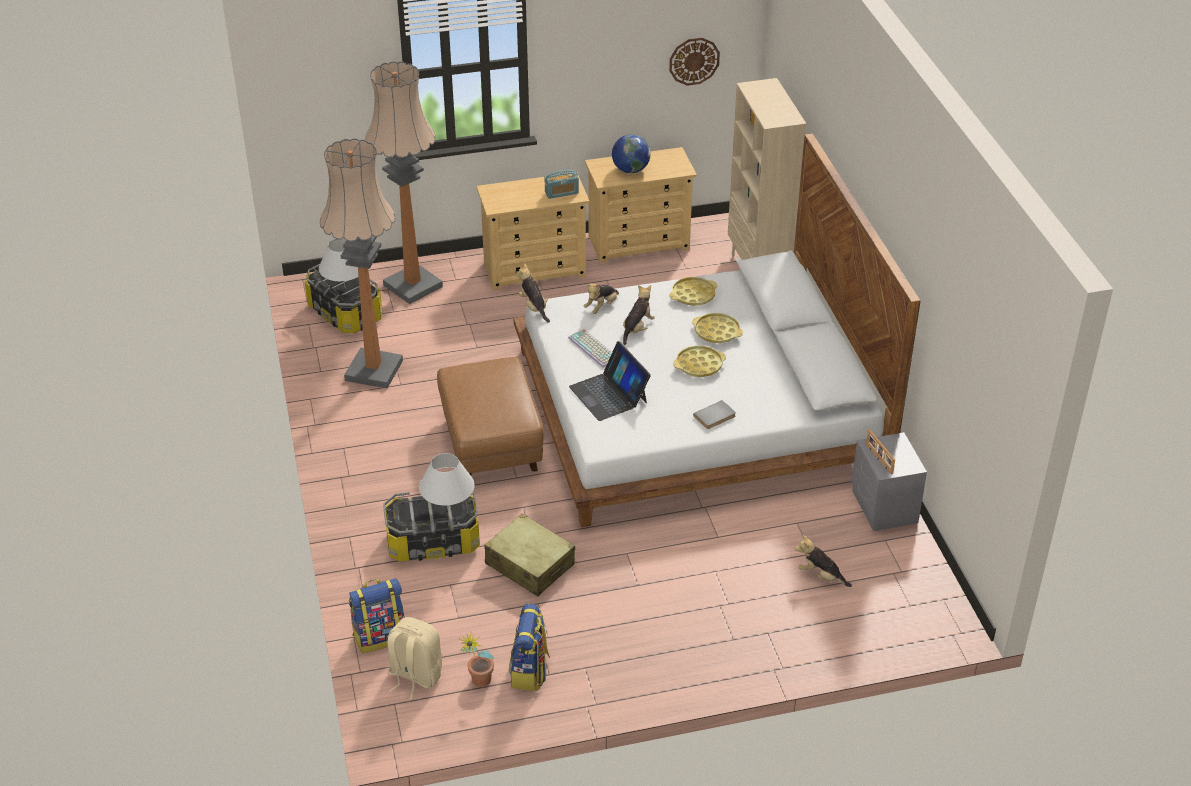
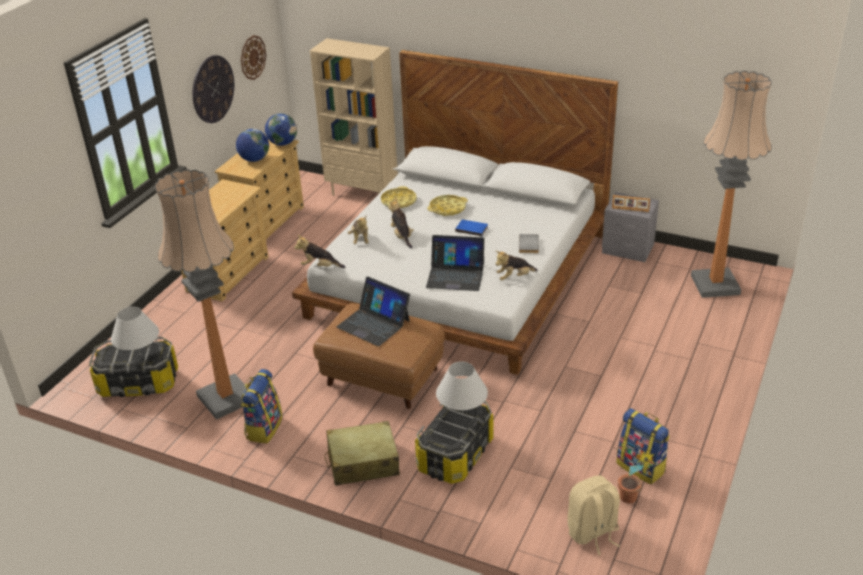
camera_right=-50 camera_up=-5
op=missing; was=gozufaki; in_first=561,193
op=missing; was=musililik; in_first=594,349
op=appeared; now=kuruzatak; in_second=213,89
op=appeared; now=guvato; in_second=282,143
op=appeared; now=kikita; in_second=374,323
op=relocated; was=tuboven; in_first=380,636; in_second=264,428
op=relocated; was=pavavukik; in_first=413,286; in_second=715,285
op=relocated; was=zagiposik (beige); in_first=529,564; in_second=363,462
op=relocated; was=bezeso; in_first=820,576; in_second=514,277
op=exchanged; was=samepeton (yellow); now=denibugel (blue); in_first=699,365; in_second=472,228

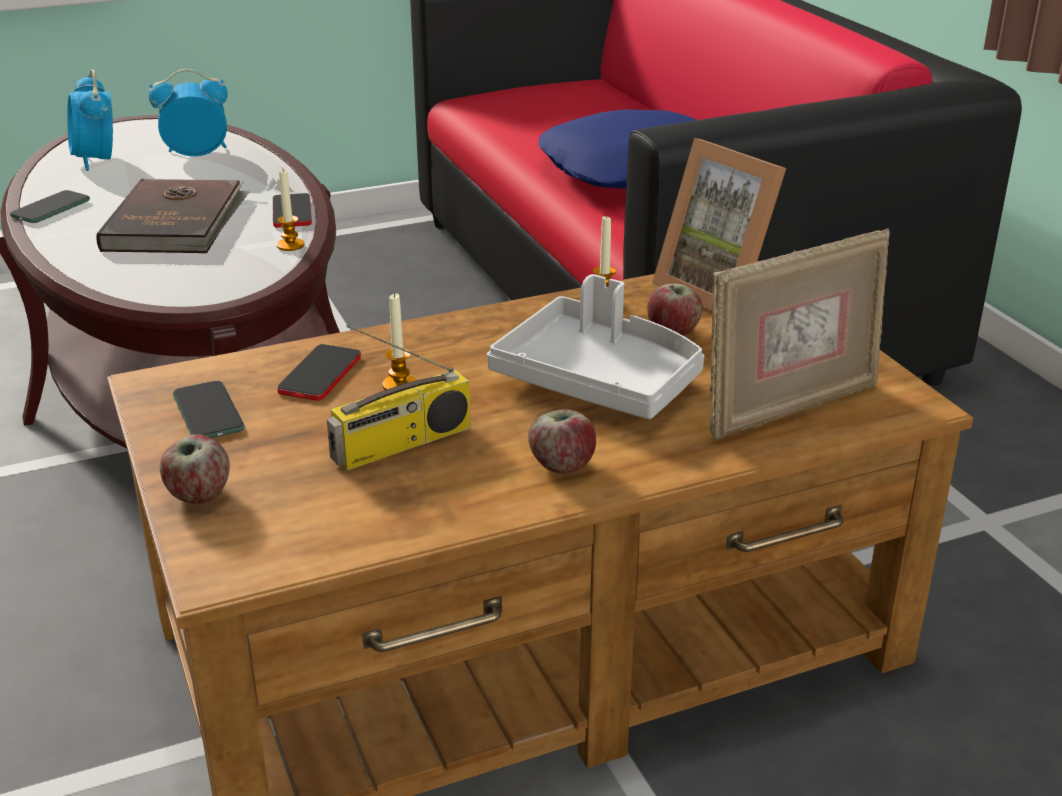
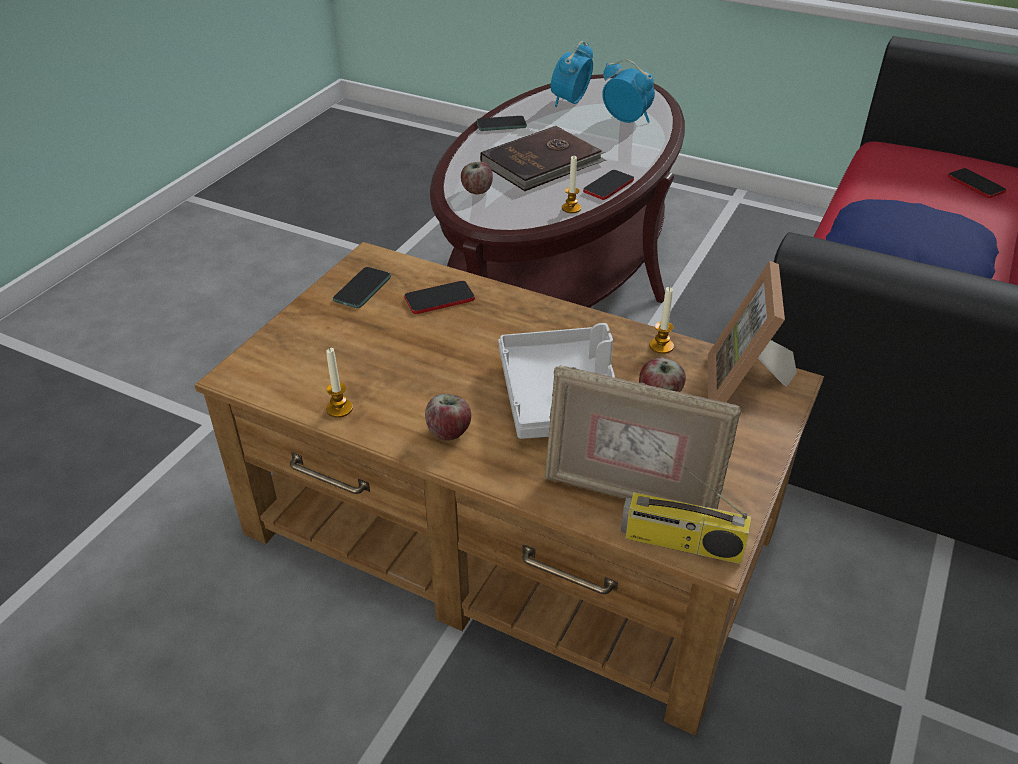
camera_right=50 camera_up=10
op=appeared; now=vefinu; in_second=975,184
op=relocated; was=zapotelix; in_first=198,495; in_second=476,191
op=relocated; was=gozufaki; in_first=402,444; in_second=680,543
op=relocated; was=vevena; in_first=399,385; in_second=339,409

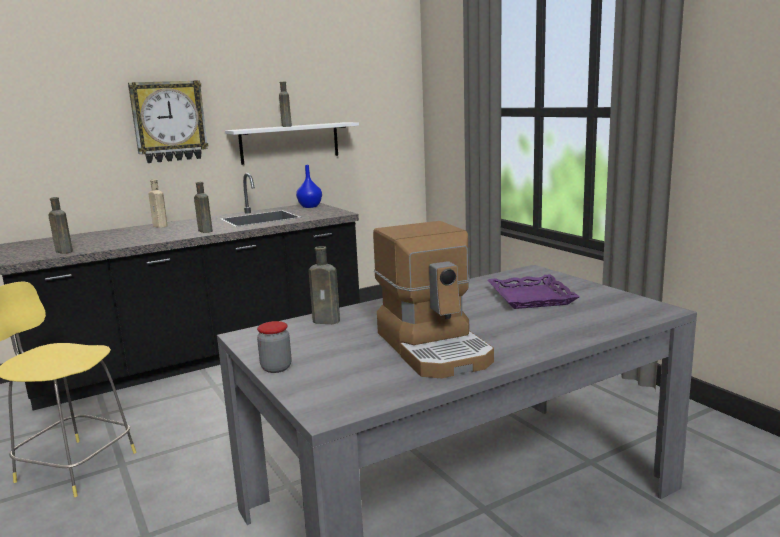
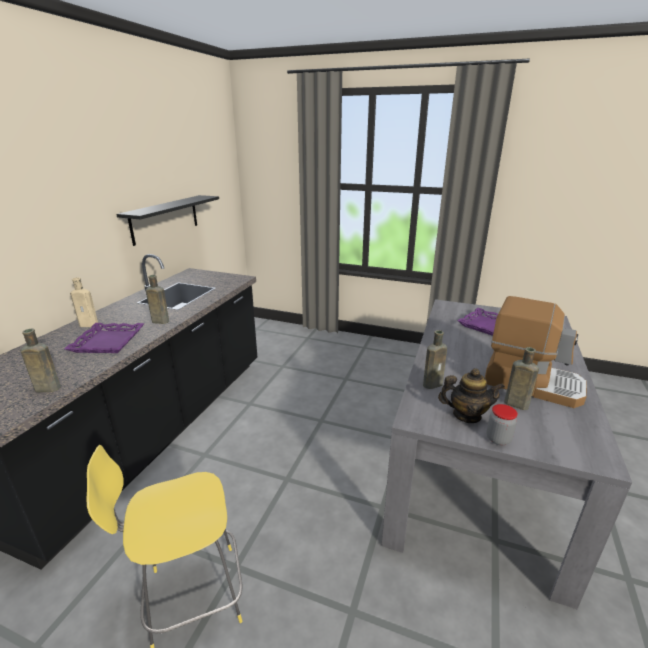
camera_right=-40 camera_up=10
op=missing; was=kuruzatak; in_first=169,121
op=missing; was=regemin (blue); in_first=310,206
op=appeared; now=samepeton (purple); in_second=107,342
op=appeared; now=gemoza; in_second=466,415
op=relocated; was=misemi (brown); in_first=286,126; in_second=514,404
op=colour; was=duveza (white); now=duveza (black); in_first=290,143; in_second=165,219

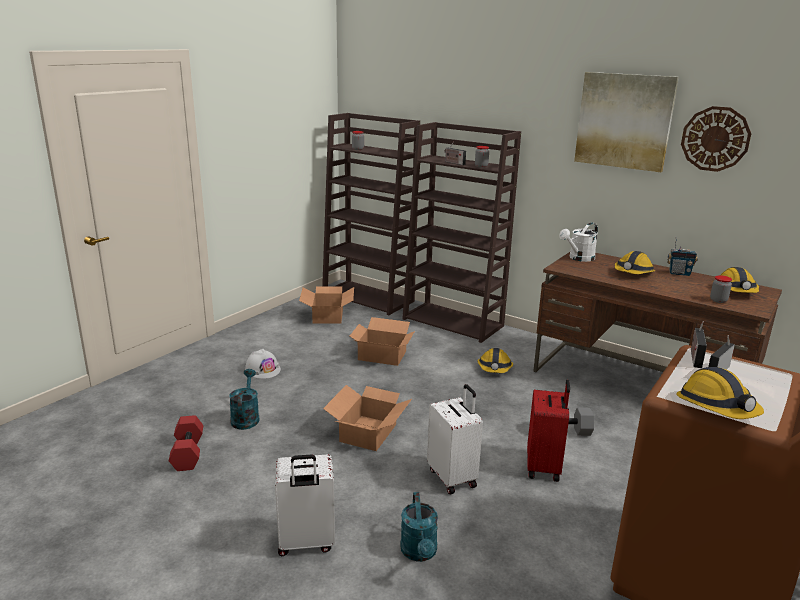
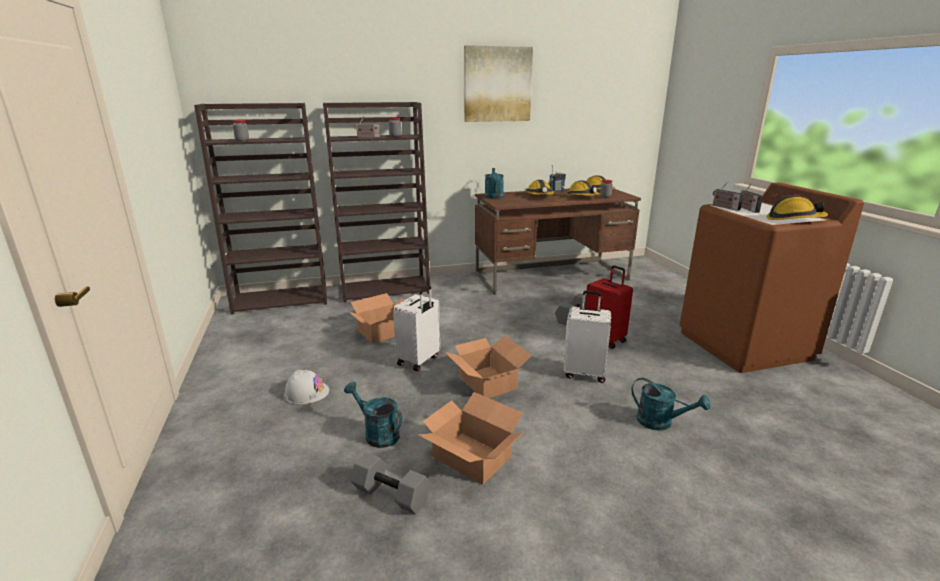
camera_right=-50 camera_up=0
op=missing; was=kuruzatak; in_first=715,139
op=relocated; was=zagiposik (white); in_first=306,543; in_second=419,361
op=relocated; was=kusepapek; in_first=328,315; in_second=471,456
op=relocated; was=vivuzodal; in_first=494,368; in_second=582,197
op=colour; was=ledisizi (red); now=ledisizi (grey); in_first=187,453; in_second=390,495
op=colour; was=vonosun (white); now=vonosun (turquoise); in_first=578,258; in_second=494,197

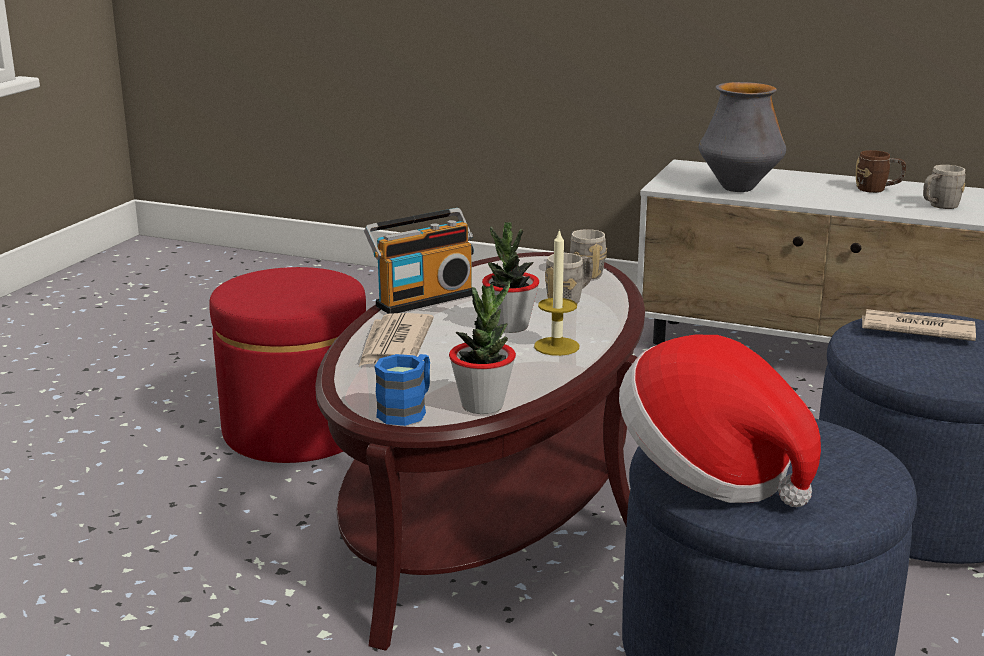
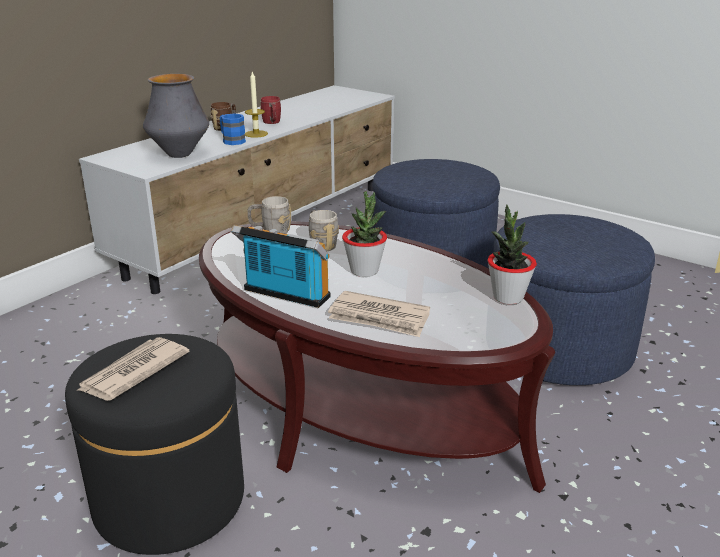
camera_right=-75 camera_up=5
op=missing; was=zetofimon; in_first=709,472
op=relocated; was=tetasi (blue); in_first=407,410; in_second=231,140
op=relocated; was=vevena; in_first=556,346; in_second=256,134
op=relocated; was=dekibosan; in_first=916,330; in_second=132,372
op=colour; was=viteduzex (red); now=viteduzex (black); in_first=296,430; in_second=169,500
op=colour; was=tetasi (grey); now=tetasi (red); in_first=939,206; in_second=272,123
op=spun; was=gozufaki; in_first=423,299; in_second=284,295; clockwise=-45

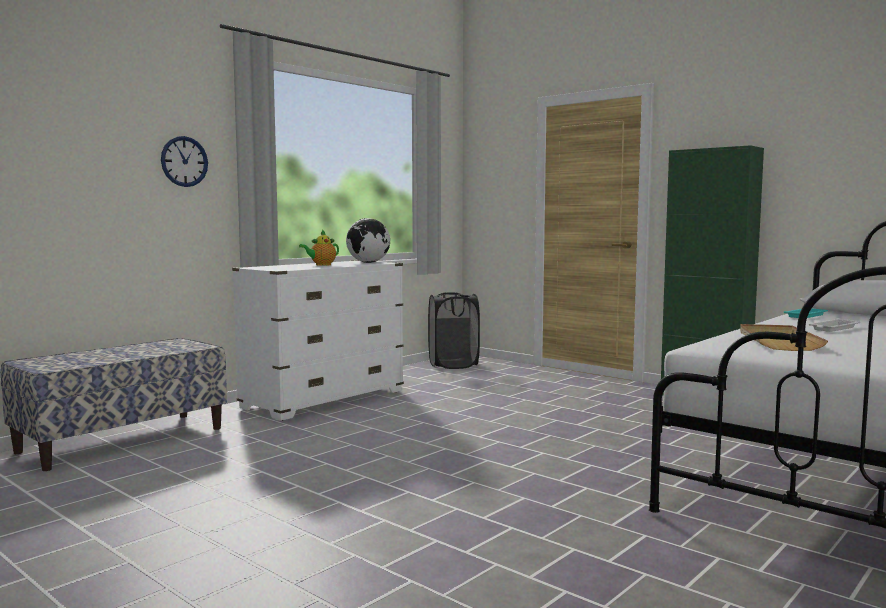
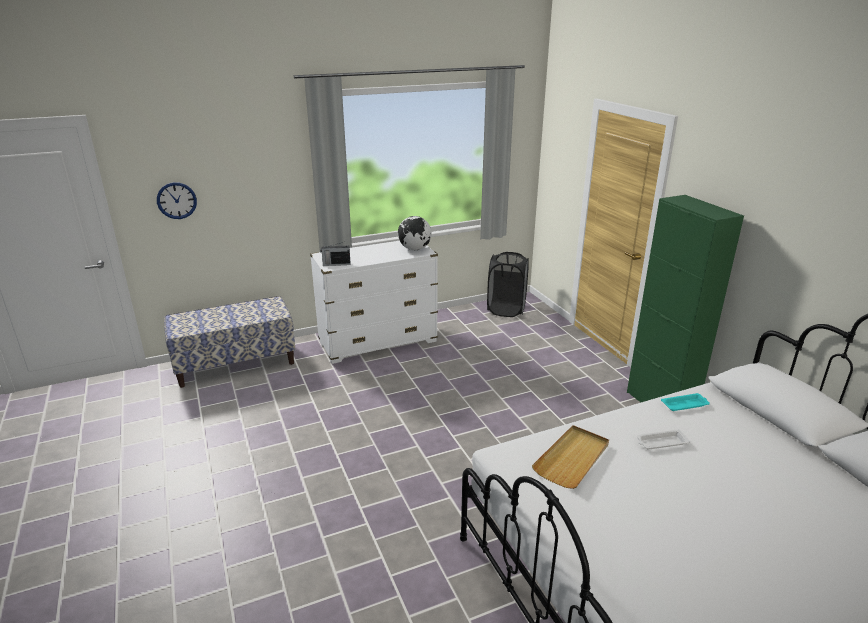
camera_right=25 camera_up=20
op=missing; was=gemoza; in_first=321,265
op=appeared; now=gozufaki; in_second=336,264
op=relocated; was=kuruzatak; in_first=184,161; in_second=176,200

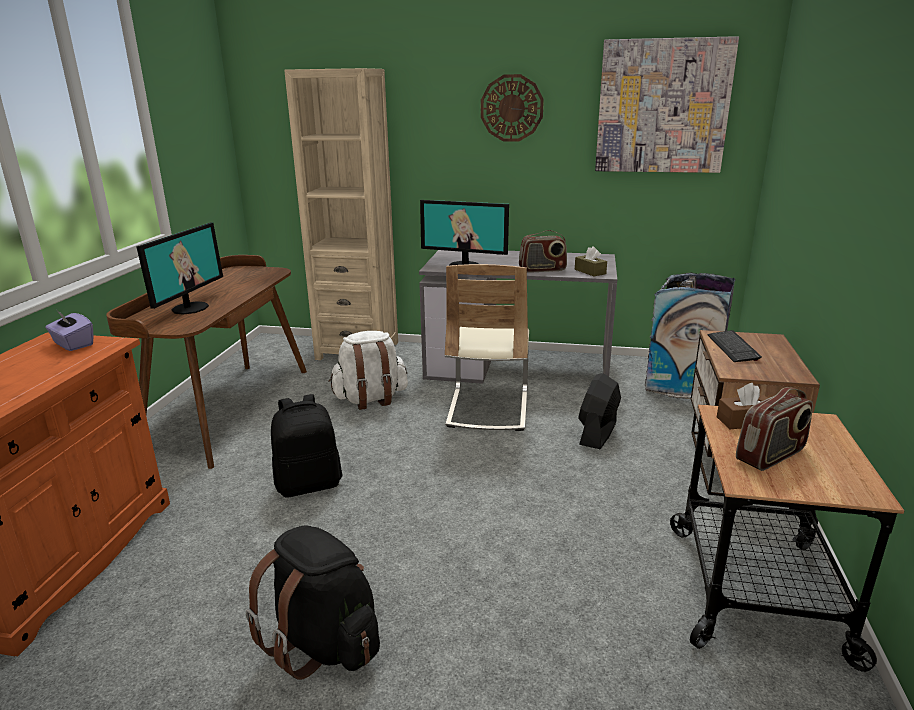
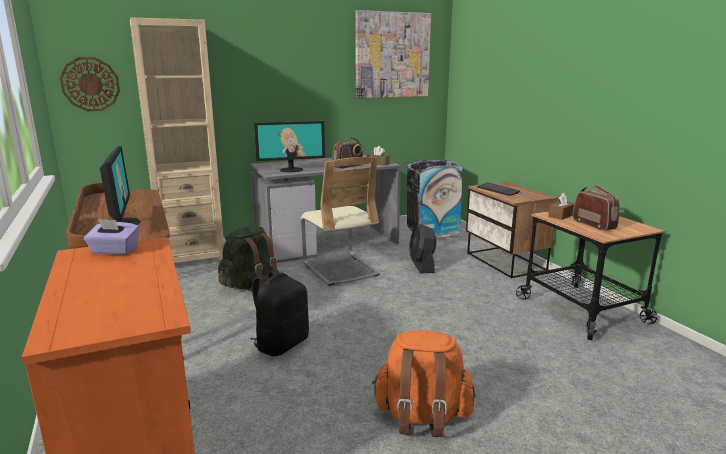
camera_right=-35 camera_up=-5
op=relocated; was=kuruzatak; in_first=511,108; in_second=90,84
op=colour; was=tuboven (black); now=tuboven (orange); in_first=324,642; in_second=422,417
op=colour; was=tuboven (white); now=tuboven (green); in_first=370,399; in_second=249,284
op=spun; was=gozufaki; in_first=771,455; in_second=594,225; clockwise=-45

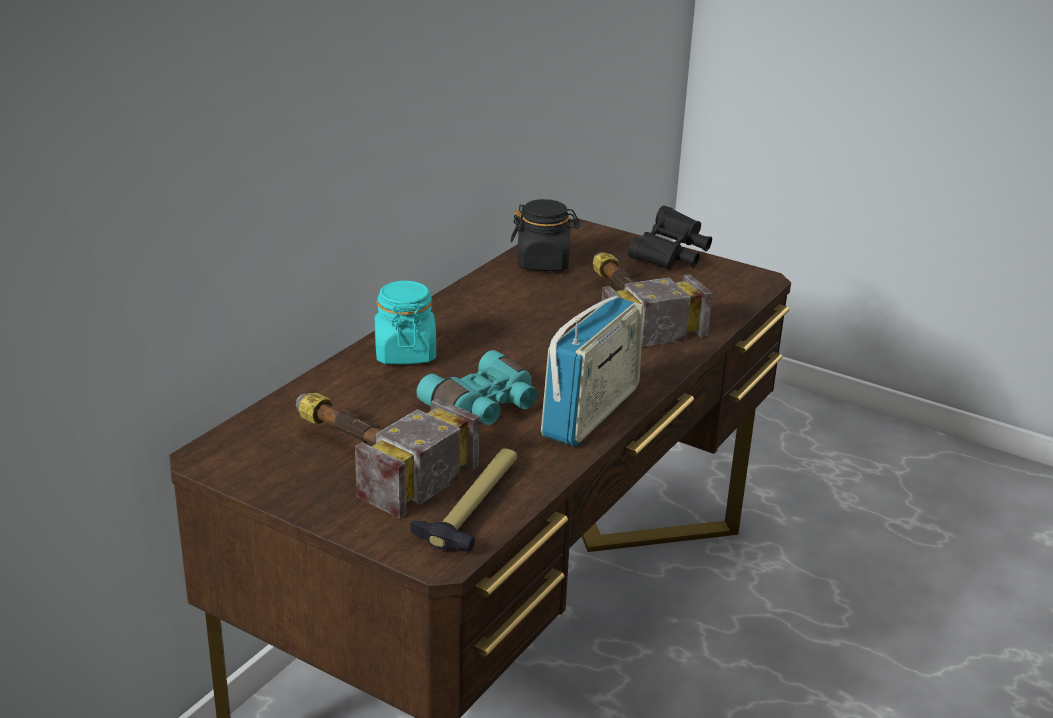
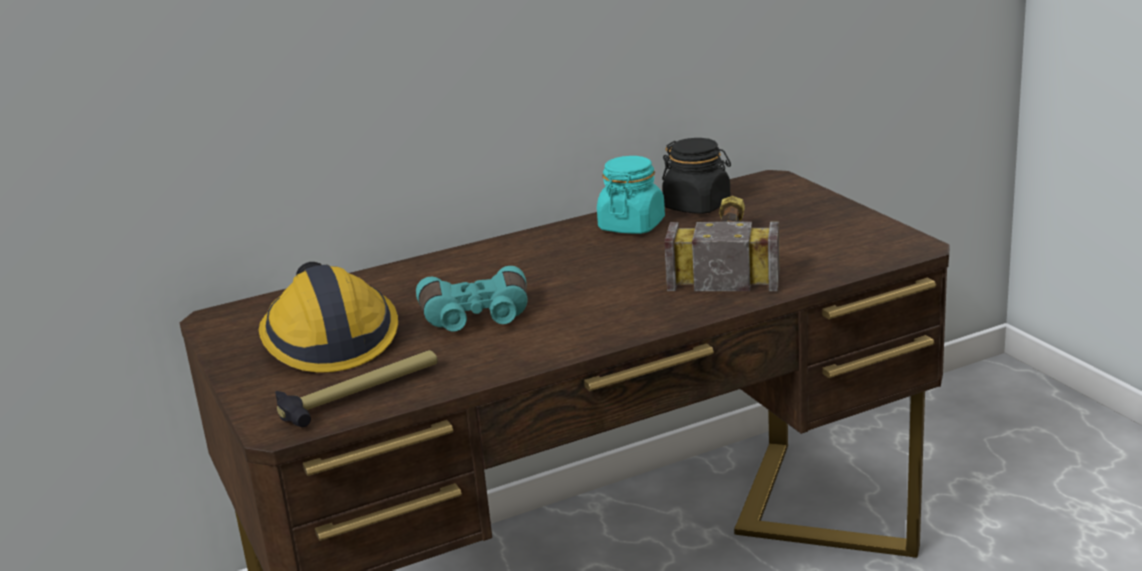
camera_right=35 camera_up=-5
op=missing; was=gozufaki; in_first=591,412
op=missing; was=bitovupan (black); in_first=670,256
op=relocated; was=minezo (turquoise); in_first=405,353; in_second=632,226
op=exchanged; was=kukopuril; now=vivuzodal; in_first=367,456; in_second=329,339

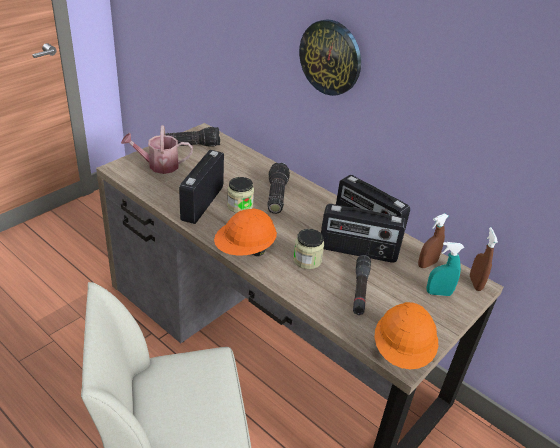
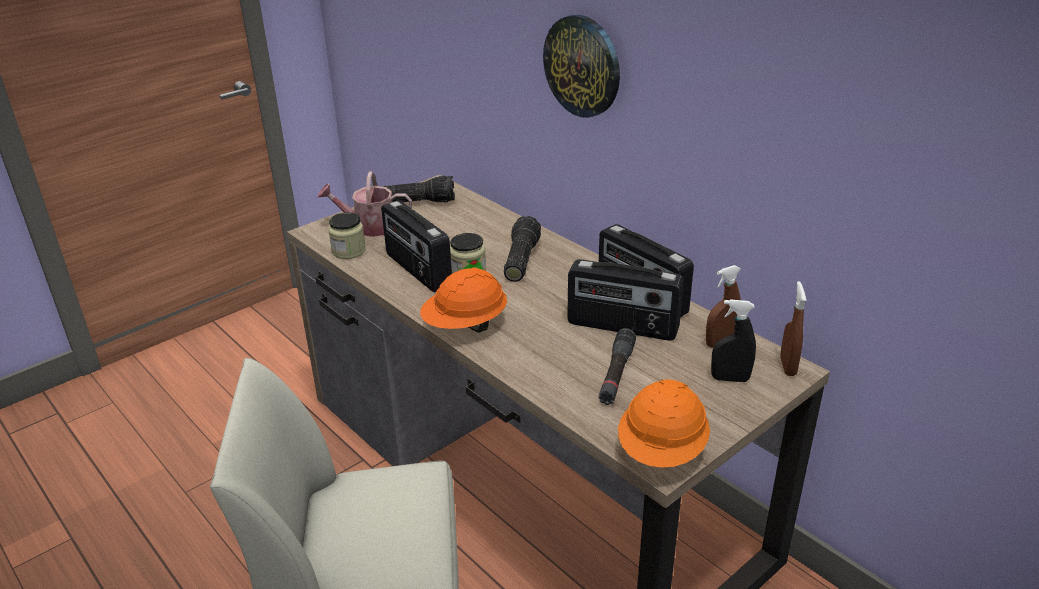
camera_right=10 camera_up=-5
op=relocated; was=minezo; in_first=307,260; in_second=349,251
op=colour; was=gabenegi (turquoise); now=gabenegi (black); in_first=438,293; in_second=730,379
op=spun; was=gozufaki; in_first=201,203; in_second=417,270; clockwise=-60

